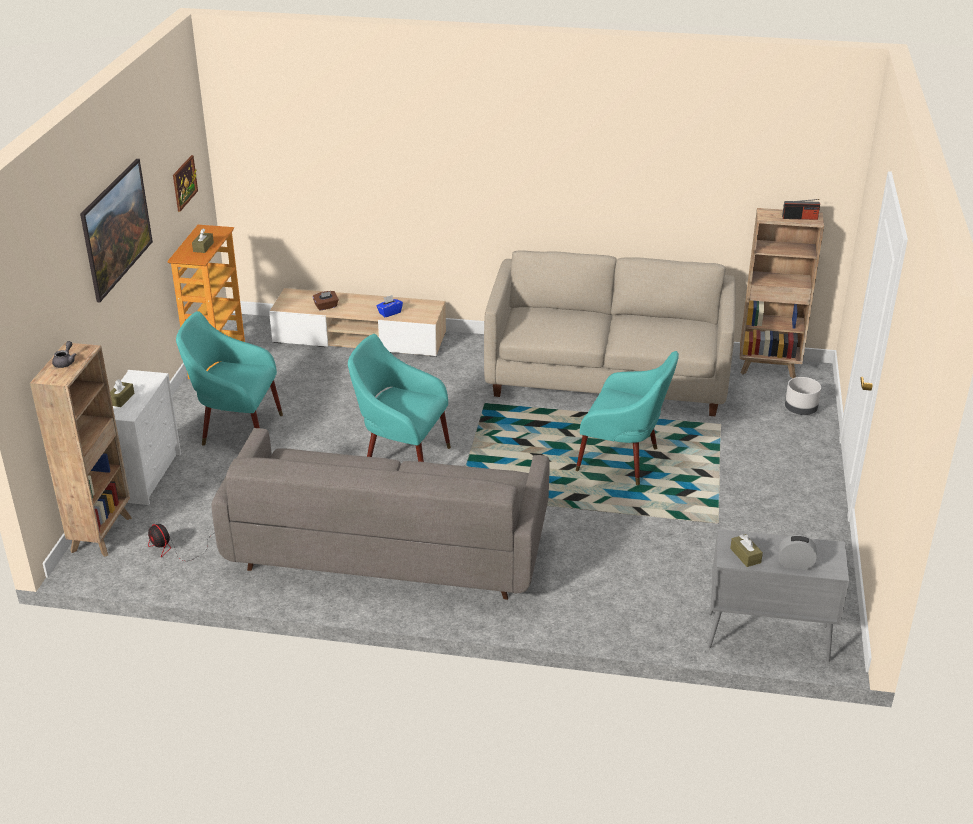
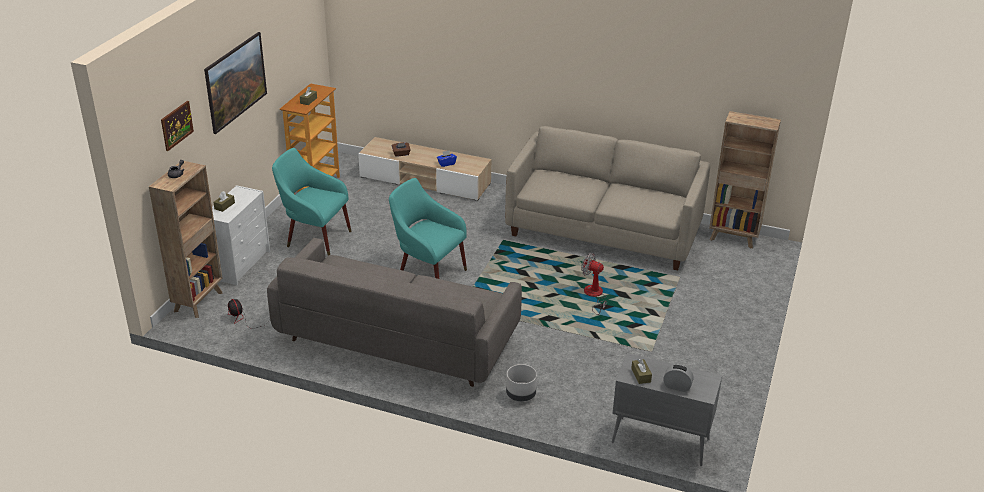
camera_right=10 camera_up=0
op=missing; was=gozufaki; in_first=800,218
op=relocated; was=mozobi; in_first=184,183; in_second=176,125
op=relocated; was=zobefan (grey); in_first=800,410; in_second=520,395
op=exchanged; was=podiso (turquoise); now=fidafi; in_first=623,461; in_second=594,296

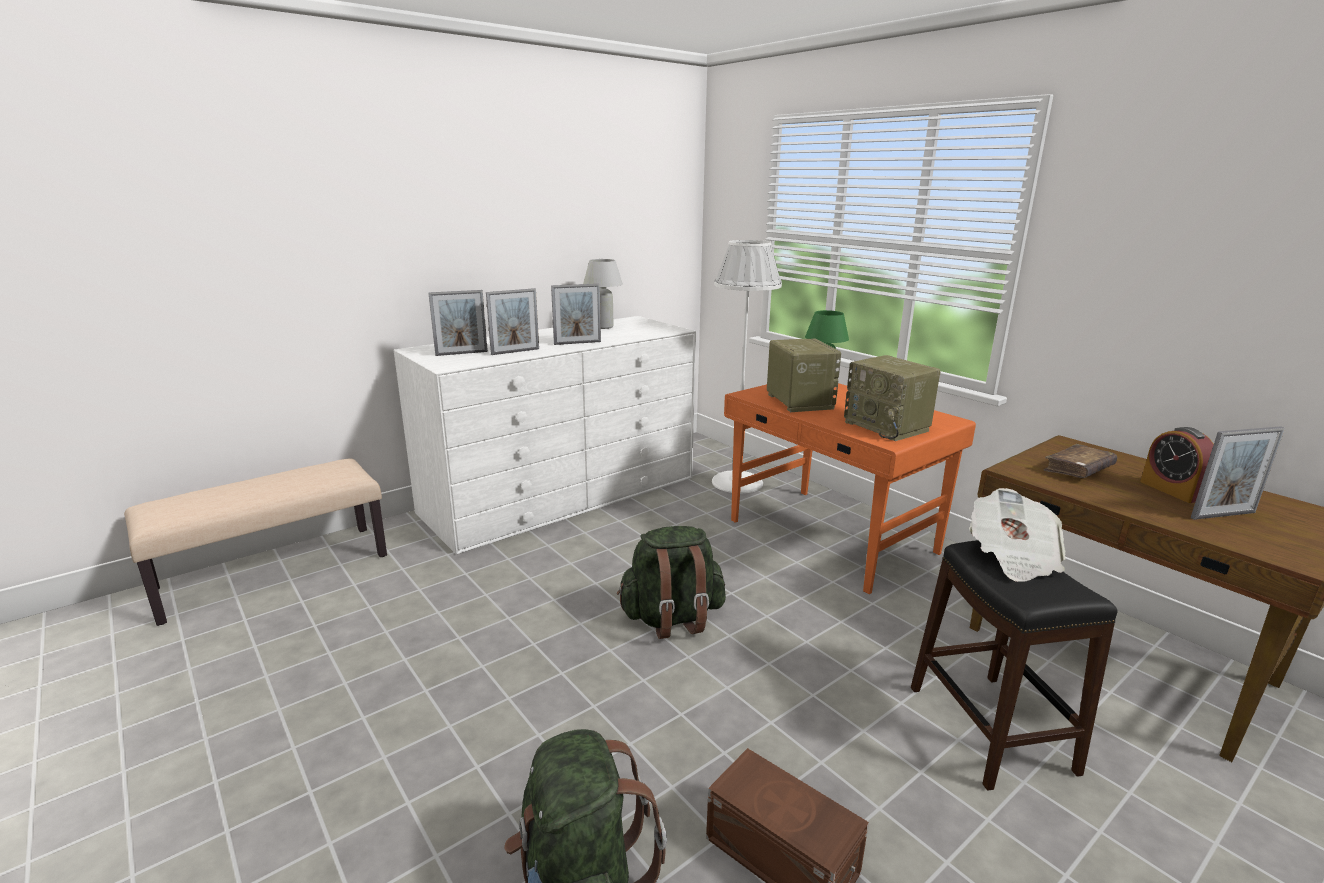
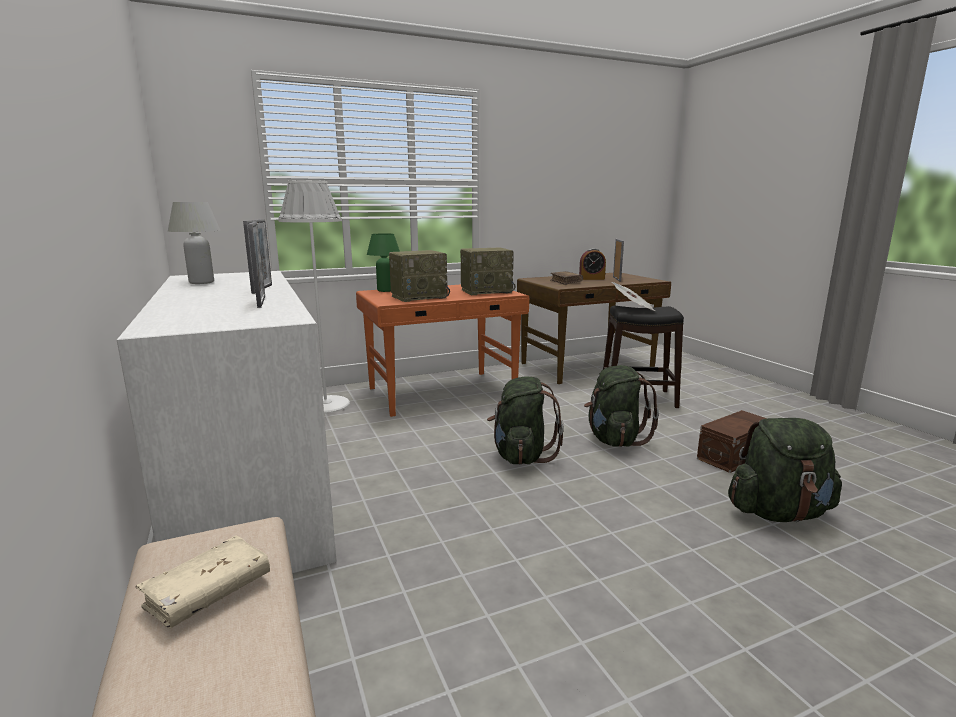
camera_right=-75 camera_up=-5
op=missing; was=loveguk; in_first=461,353
op=appeared; now=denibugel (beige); in_second=208,593
op=appeared; now=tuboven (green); in_second=614,440
op=spun; was=gozufaki; in_first=798,401; in_second=419,297; clockwise=150

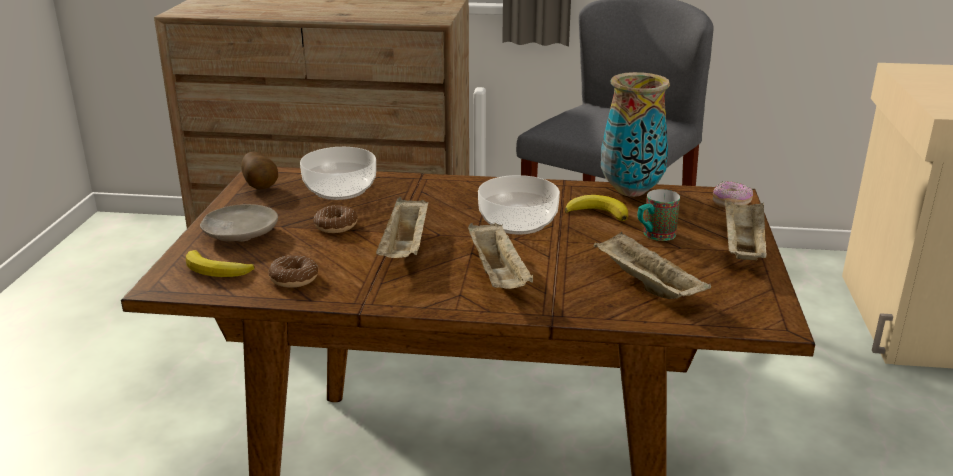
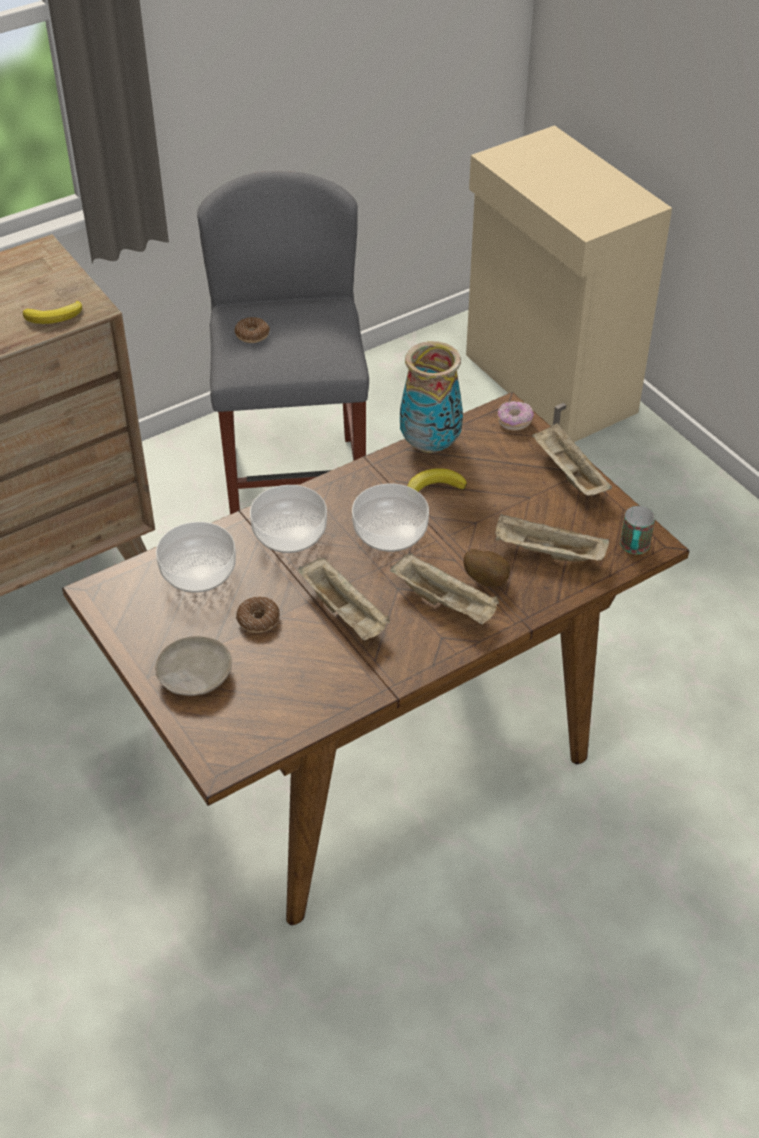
camera_right=-40 camera_up=20
op=appeared; now=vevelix; in_second=289,533
op=relocated; was=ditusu; in_first=216,270; in_second=55,317
op=relocated; was=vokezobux; in_first=262,186; in_second=486,579
op=relocated; was=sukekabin; in_first=294,279; in_second=252,335
op=relocated; was=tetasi; in_first=654,236; in_second=634,549

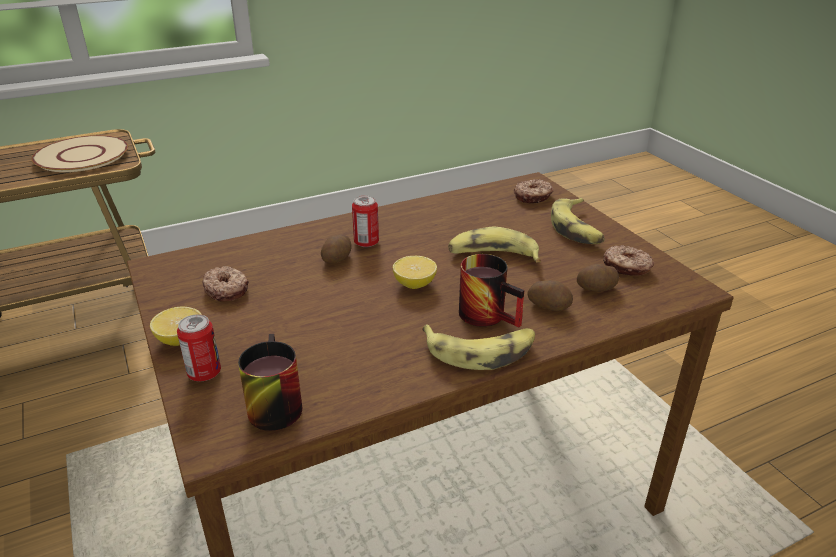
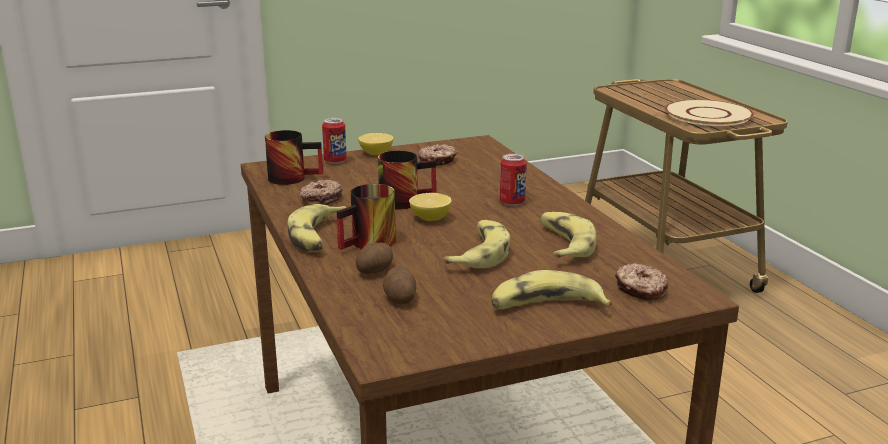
camera_right=95 camera_up=-10
op=missing; was=vokezobux; in_first=337,259
op=appeared; now=tetasi; in_second=404,200
op=appeared; now=ditusu; in_second=563,244
op=relocated; was=sukekabin; in_first=626,267; in_second=320,199

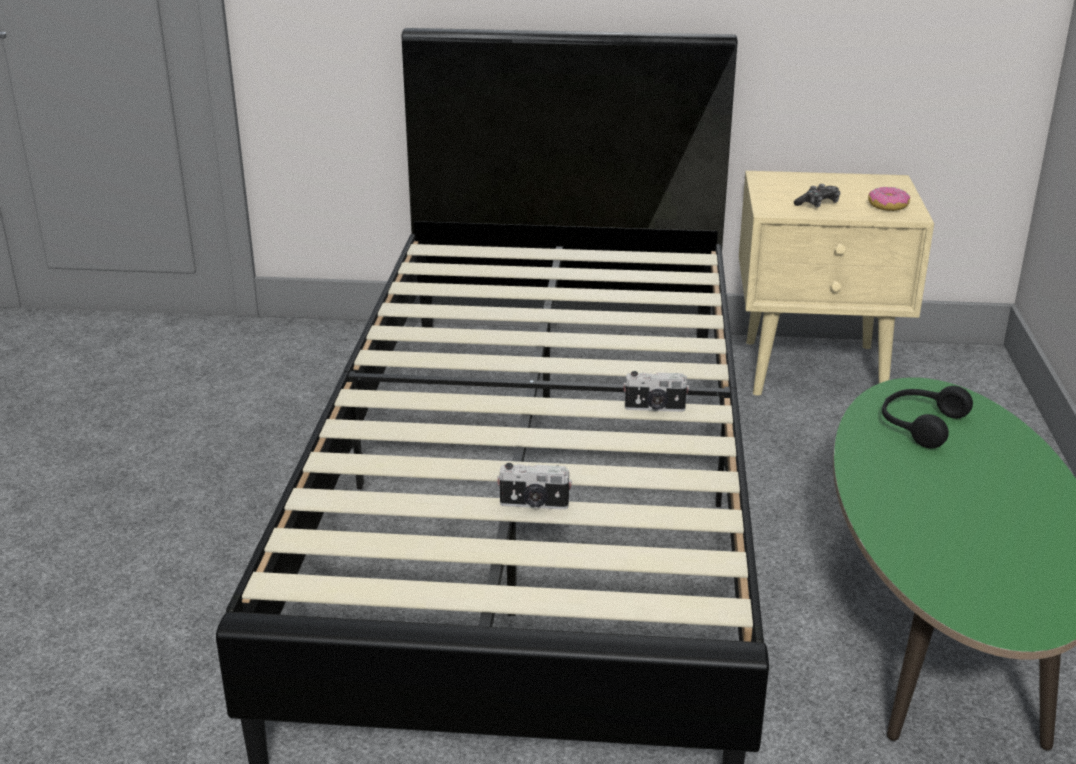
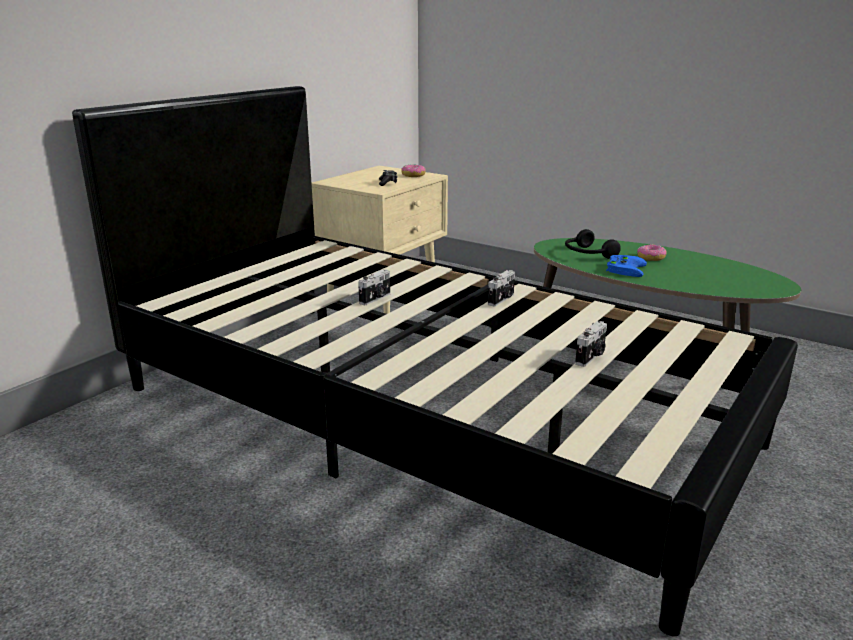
camera_right=-60 camera_up=-5
op=appeared; now=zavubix; in_second=376,298
op=appeared; now=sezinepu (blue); in_second=624,268
op=appeared; now=sukekabin; in_second=651,258

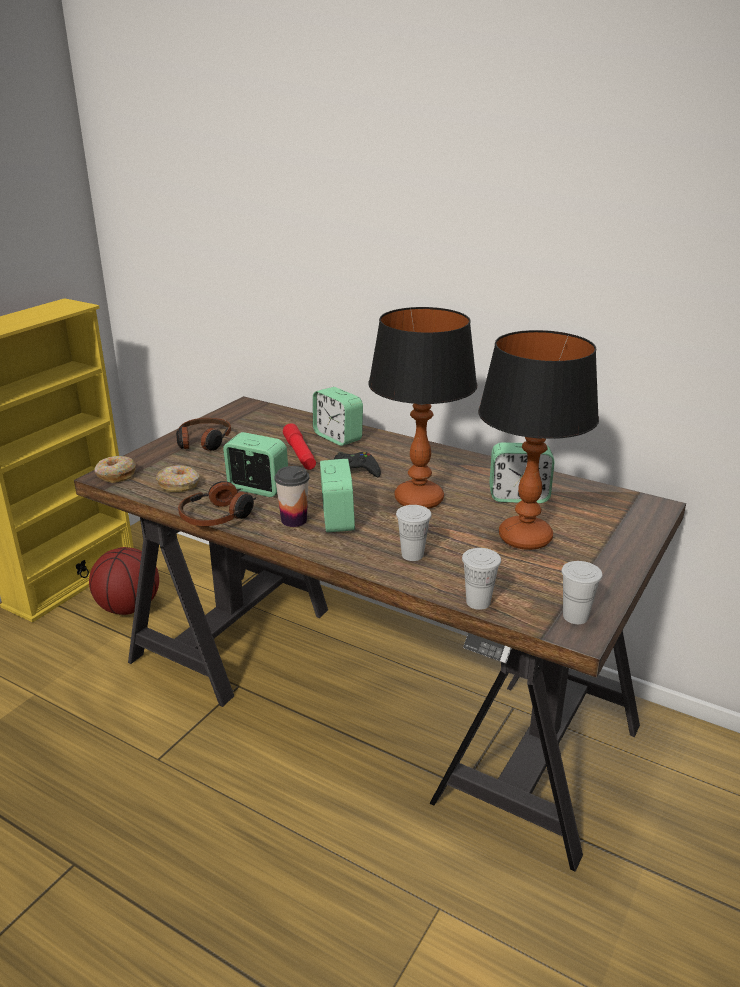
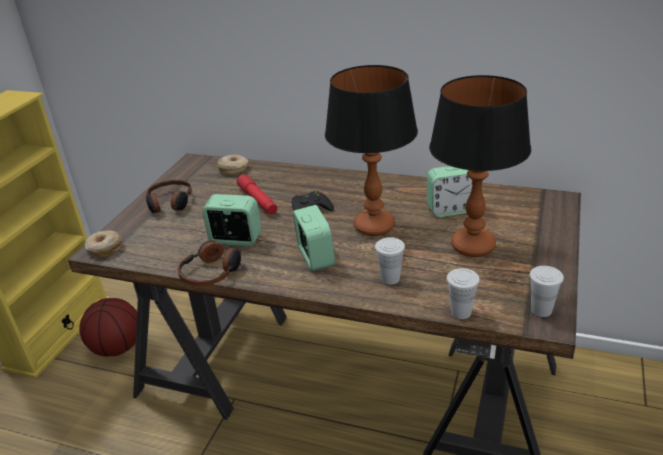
camera_right=-10 camera_up=5
op=missing; was=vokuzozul; in_first=294,520
op=missing; was=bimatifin; in_first=338,437
op=relocated; was=sukekabin; in_first=179,485; in_second=234,169

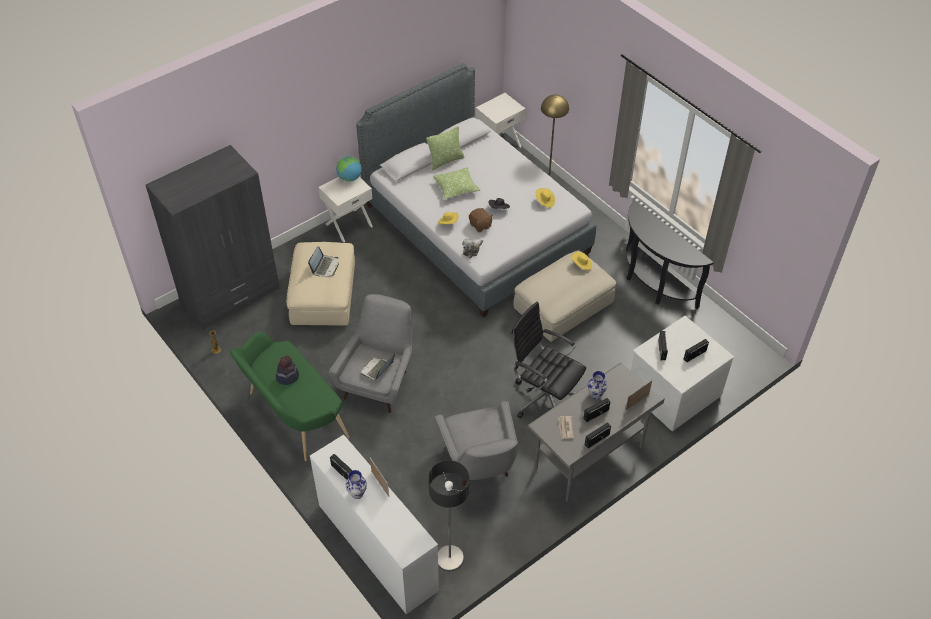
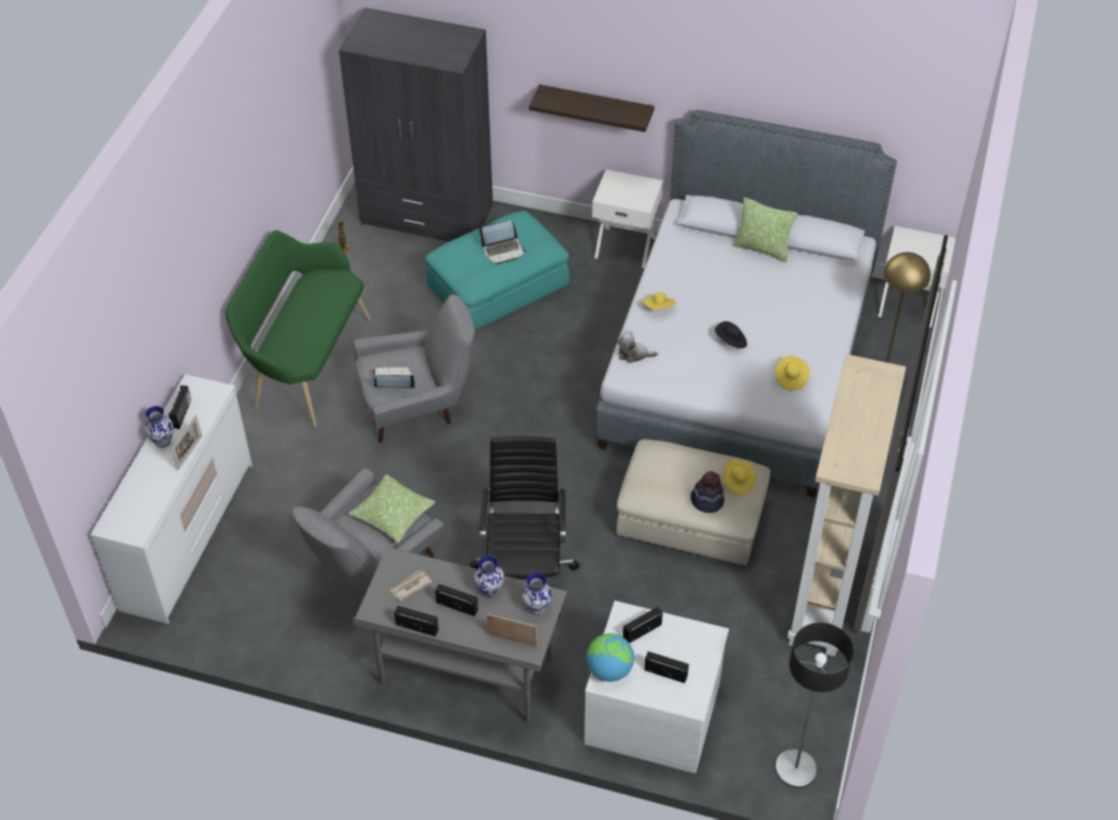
camera_right=55 camera_up=0
op=missing; was=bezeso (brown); in_first=480,225
op=appeared; now=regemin; in_second=536,607
op=appeared; now=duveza; in_second=596,107
op=relocated; was=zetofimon; in_first=287,376; in_second=707,501
op=relocated; was=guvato; in_first=349,178; in_second=609,670
op=relocated; was=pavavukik; in_first=450,558; in_second=795,769
op=relocated; was=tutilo; in_first=456,188; in_second=393,514
op=exchanged; was=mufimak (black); now=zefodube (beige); in_first=653,284; in_second=825,595
op=colour; was=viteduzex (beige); now=viteduzex (turquoise); in_first=323,295; in_second=498,287

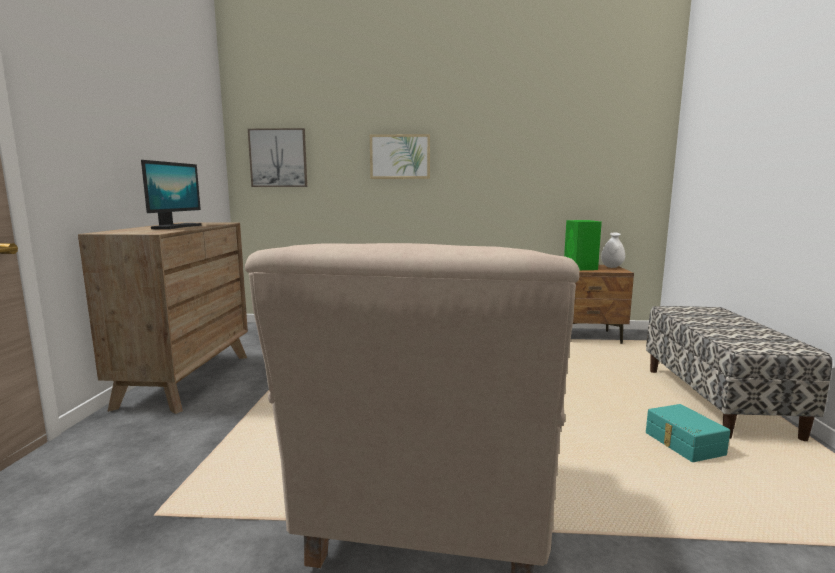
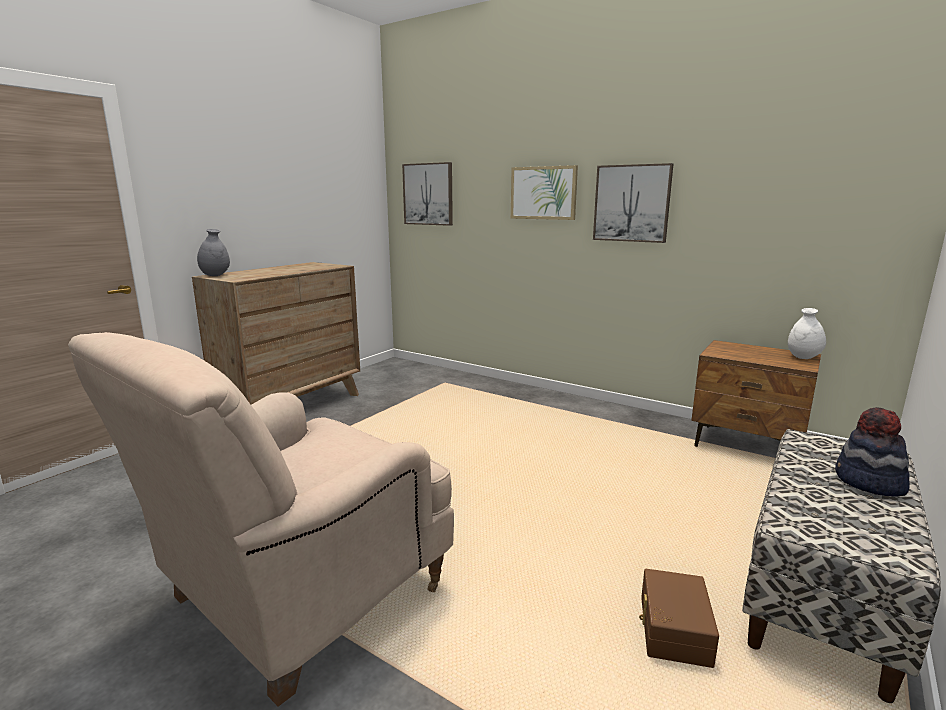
camera_right=30 camera_up=5
op=missing; was=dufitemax; in_first=175,227
op=missing; was=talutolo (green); in_first=580,268
op=appeared; now=regemin (grey); in_second=215,275
op=appeared; now=mozobi; in_second=631,203
op=appeared; now=zetofimon; in_second=868,483
op=colour; was=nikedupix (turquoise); now=nikedupix (brown); in_first=683,445; in_second=672,630

